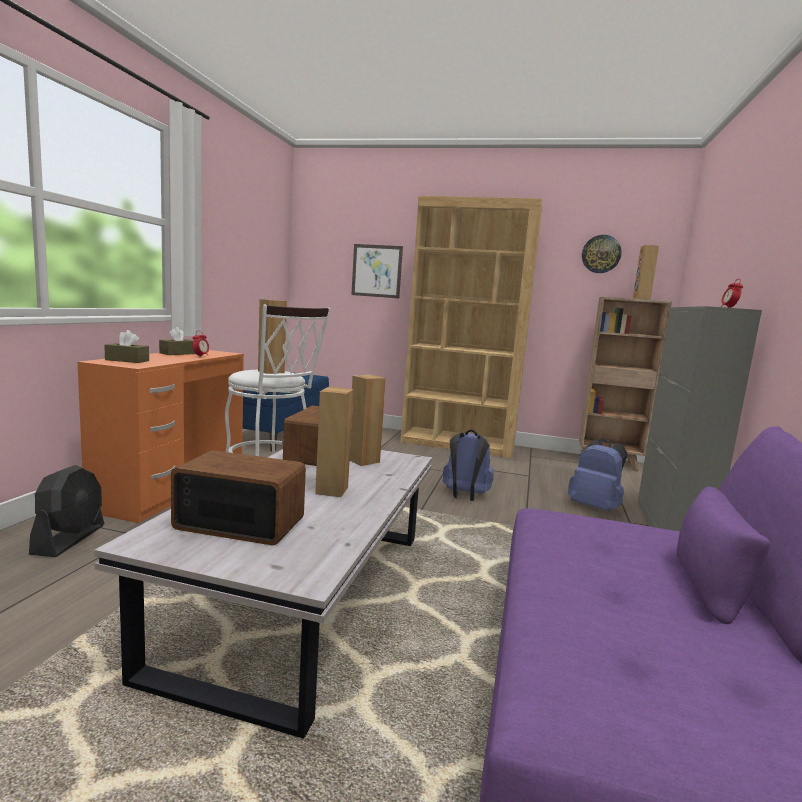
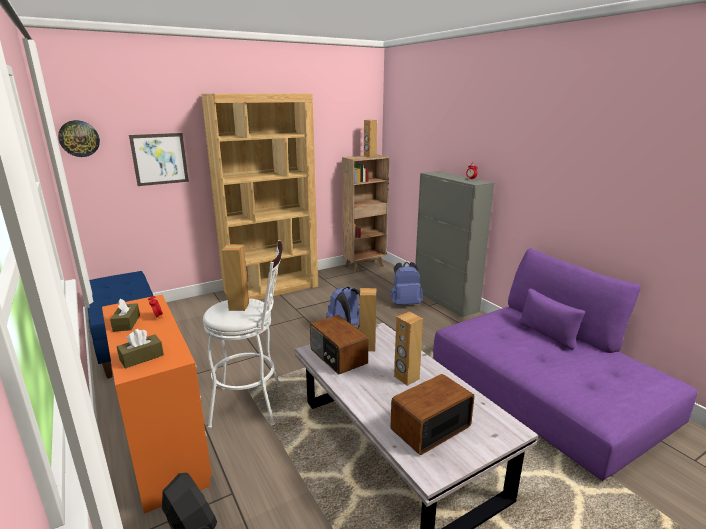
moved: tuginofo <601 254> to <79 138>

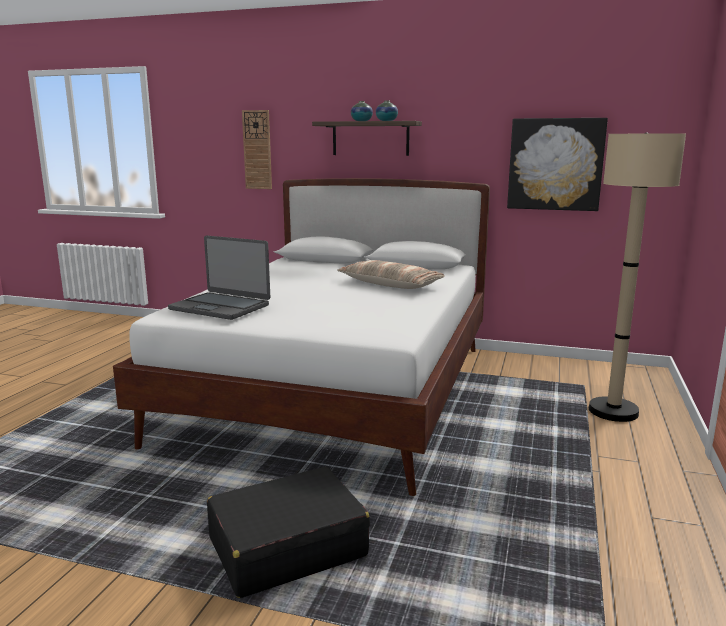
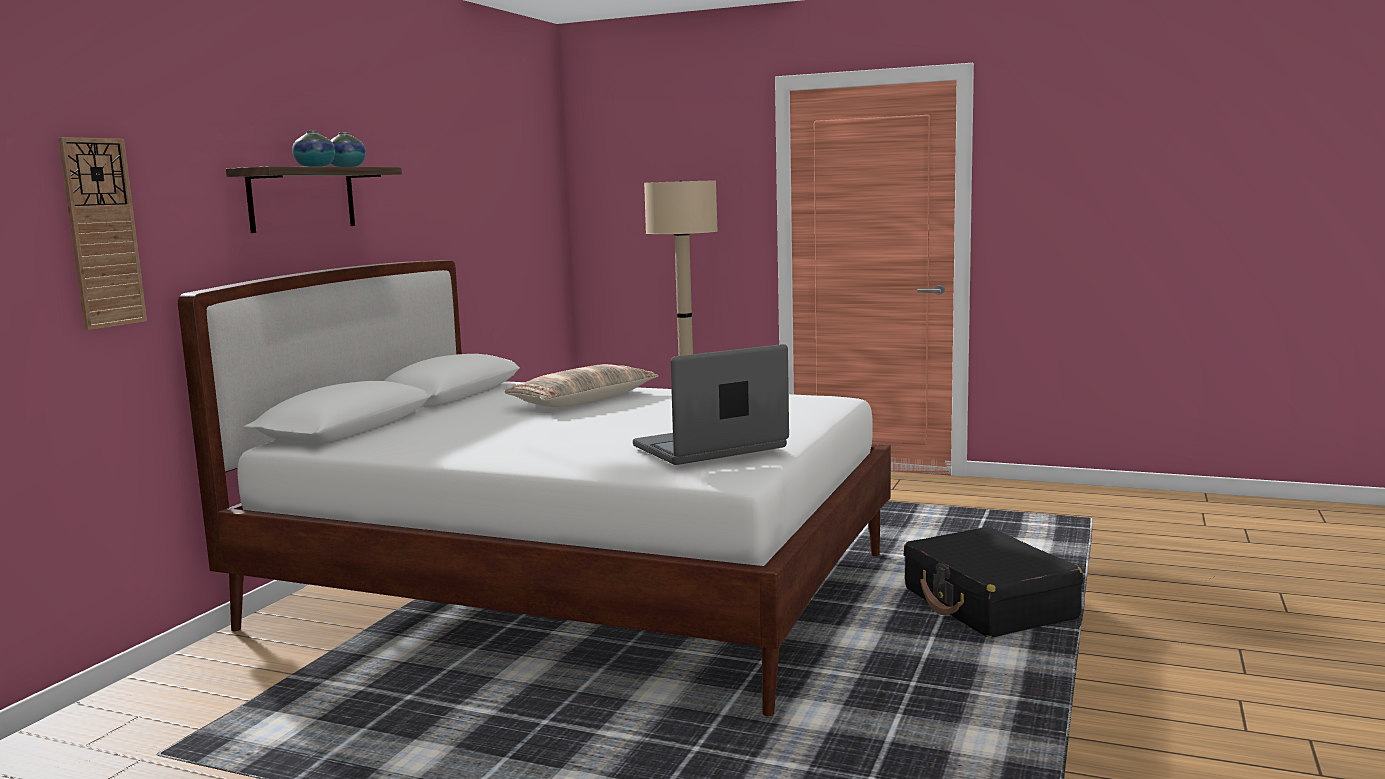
removed: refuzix <555 164>
turned: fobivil <220 307> = <711 447> 150 degrees counterclockwise

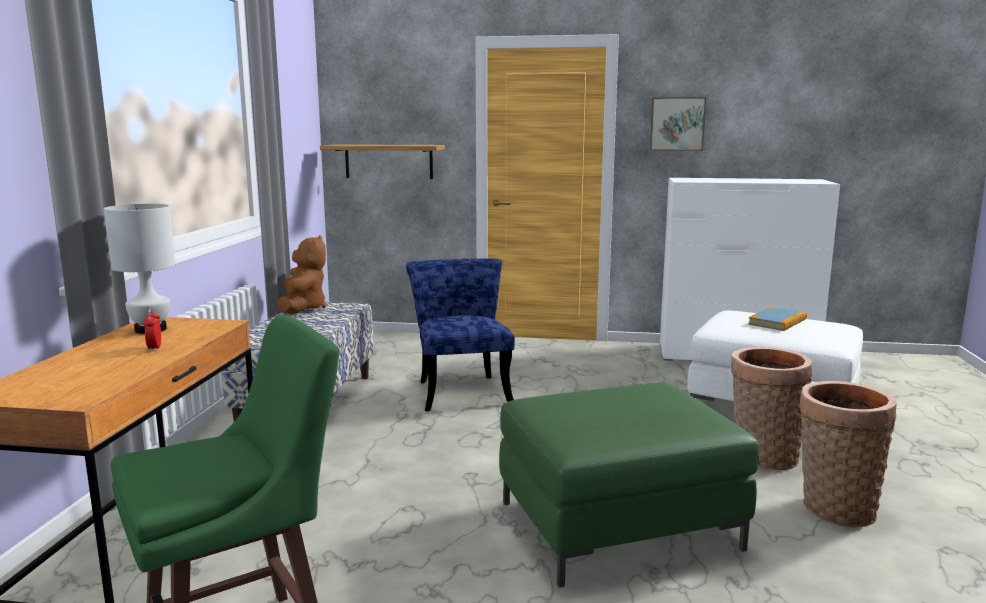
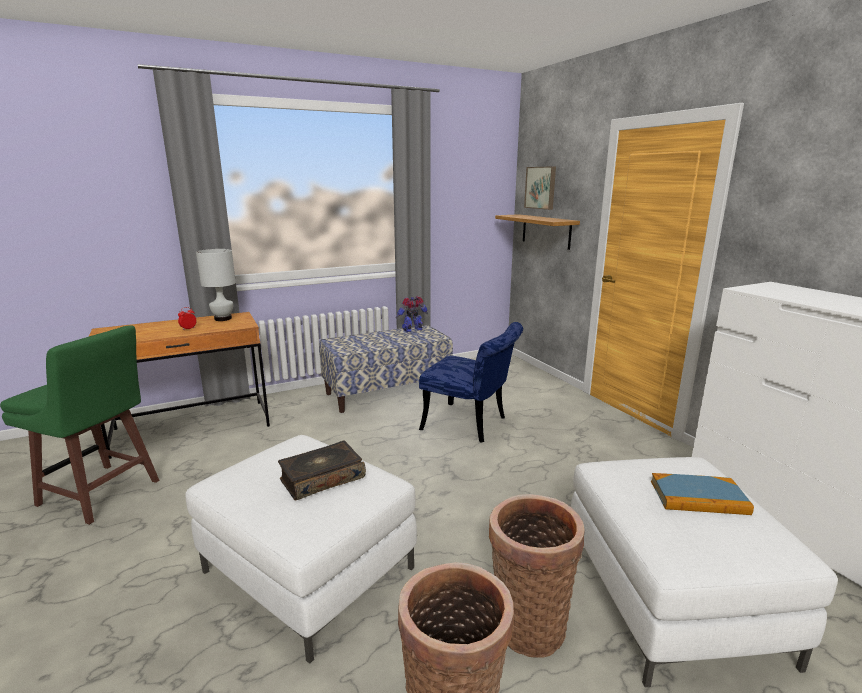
added: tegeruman <322 478>
moved: refuzix <677 124> to <541 187>
replaced: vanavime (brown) <302 308> to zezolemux <413 330>
recoloured: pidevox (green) <618 525> to pidevox (white) <309 569>
turned: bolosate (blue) <461 390> = <471 425> 75 degrees clockwise

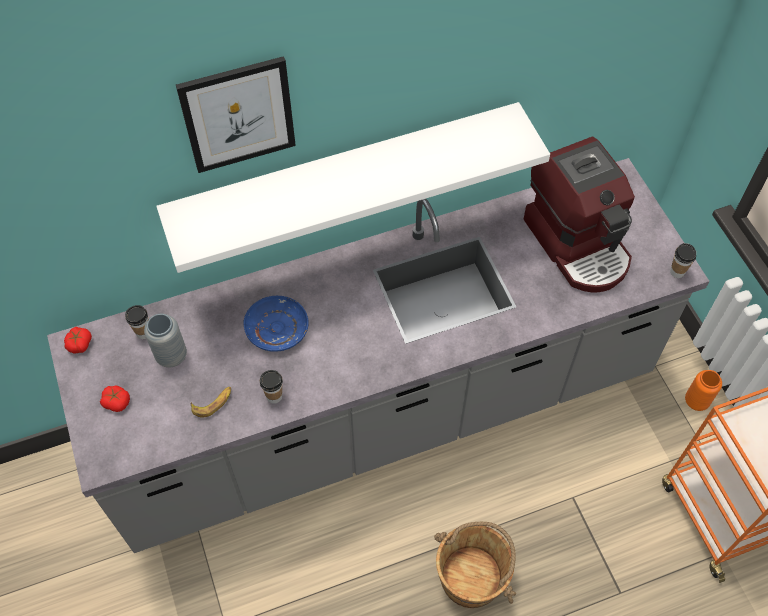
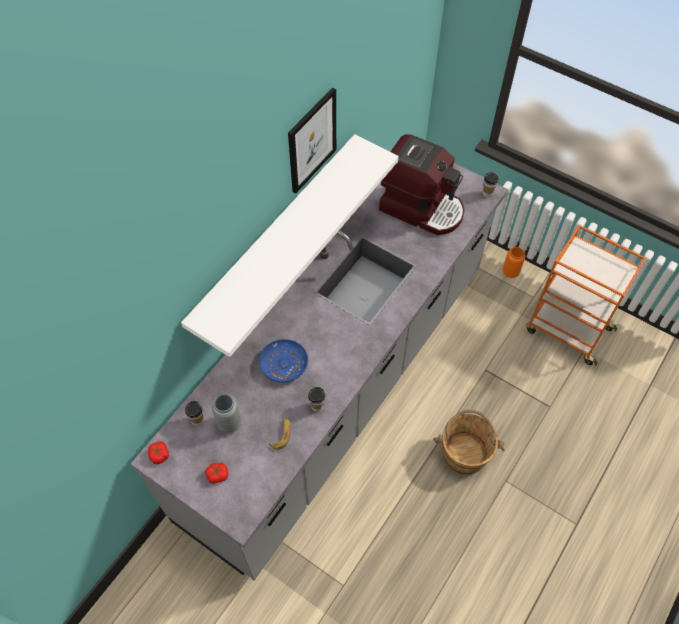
moved: refuzix <238 115> to <312 141>

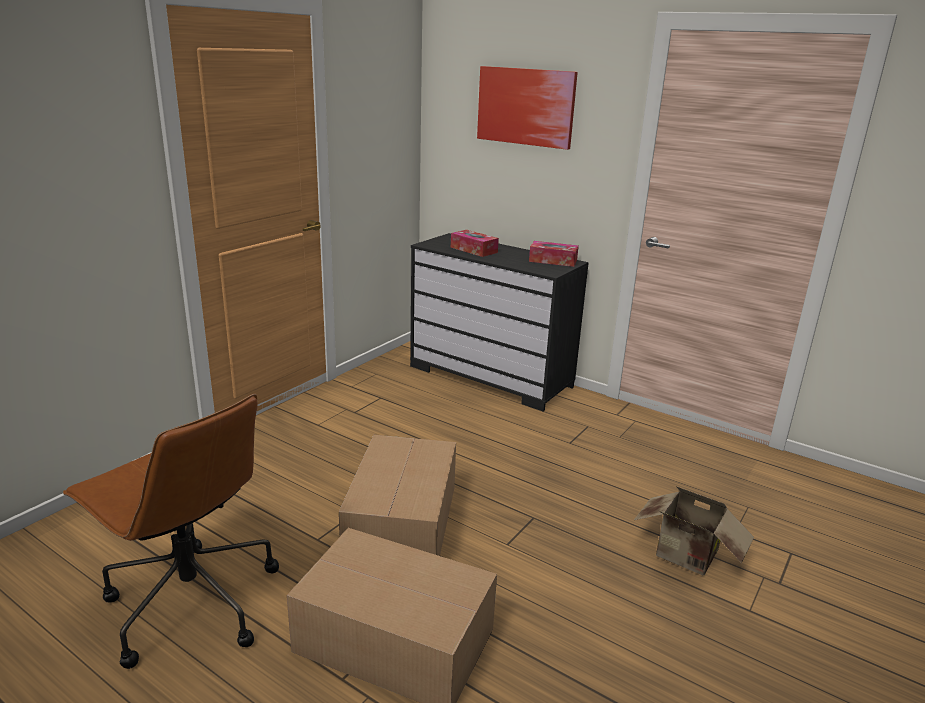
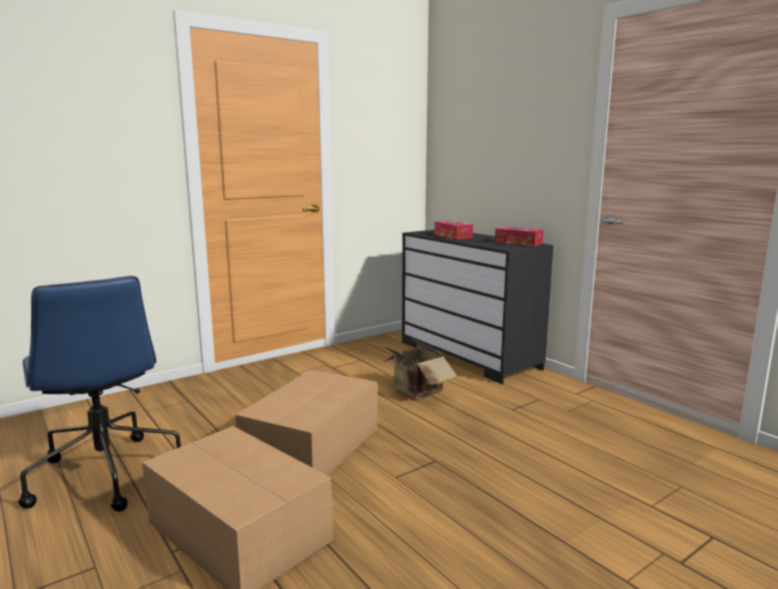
removed: refuzix <525 106>
moved: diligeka <687 558> to <416 392>
recoloured: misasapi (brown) <190 602> to misasapi (blue) <105 473>

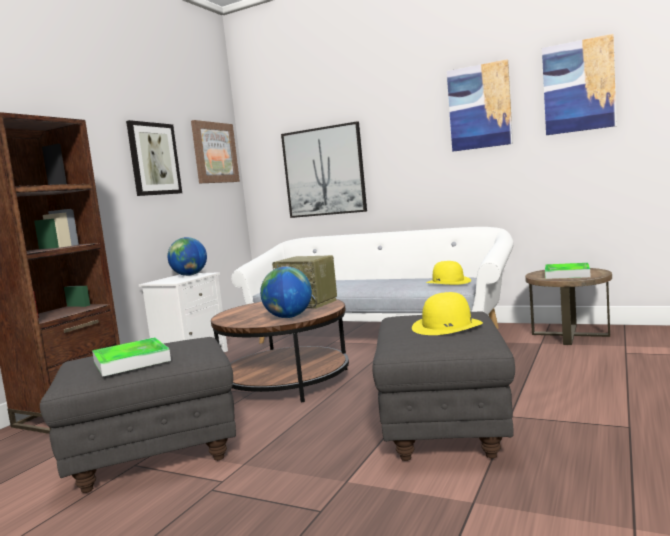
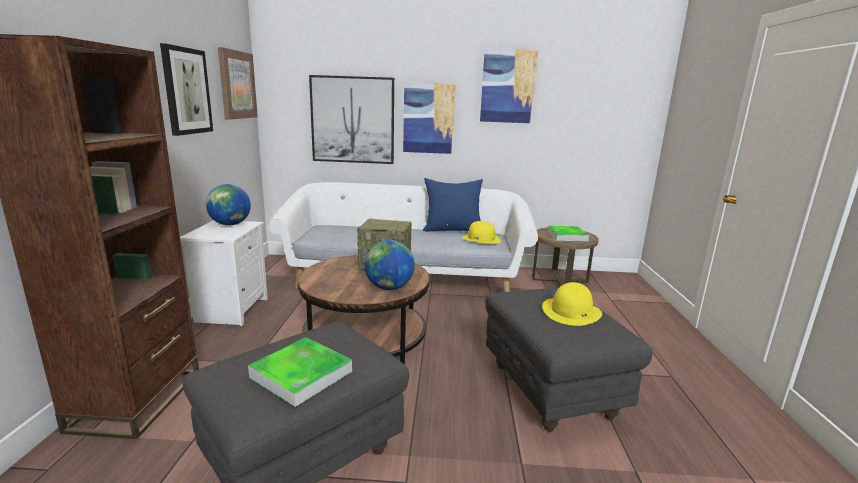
added: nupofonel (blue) <453 230>
moved: refuzix <578 86> to <428 118>

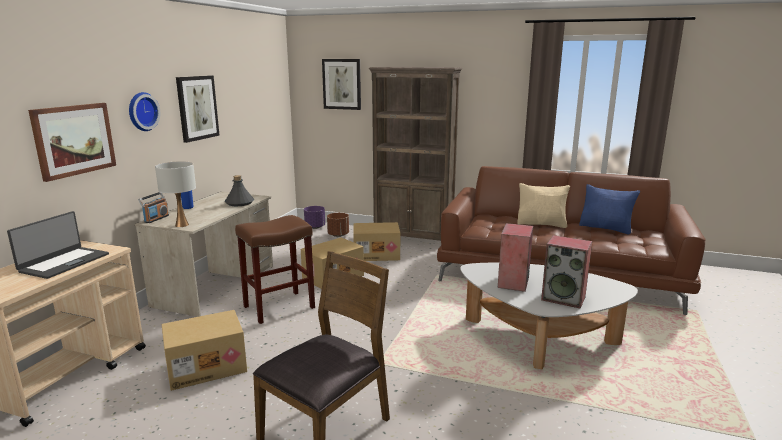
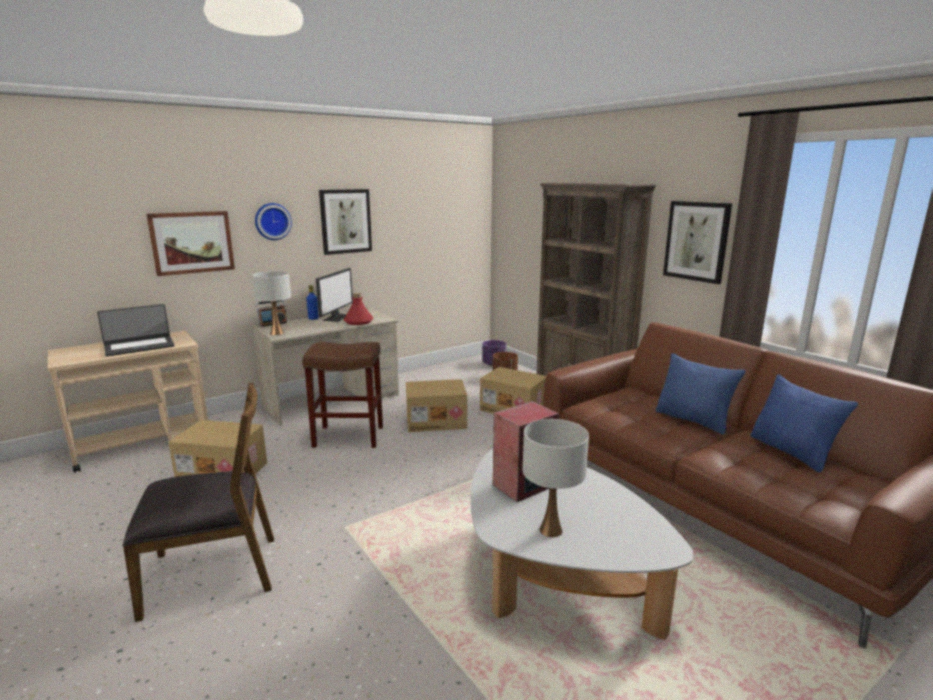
added: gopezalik <337 317>
moved: refuzix <342 84> to <696 241>
replaced: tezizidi <564 298> to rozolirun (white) <551 530>
recoloured: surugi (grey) <239 203> to surugi (red) <359 322>; nupofonel (beige) <541 224> to nupofonel (blue) <693 420>

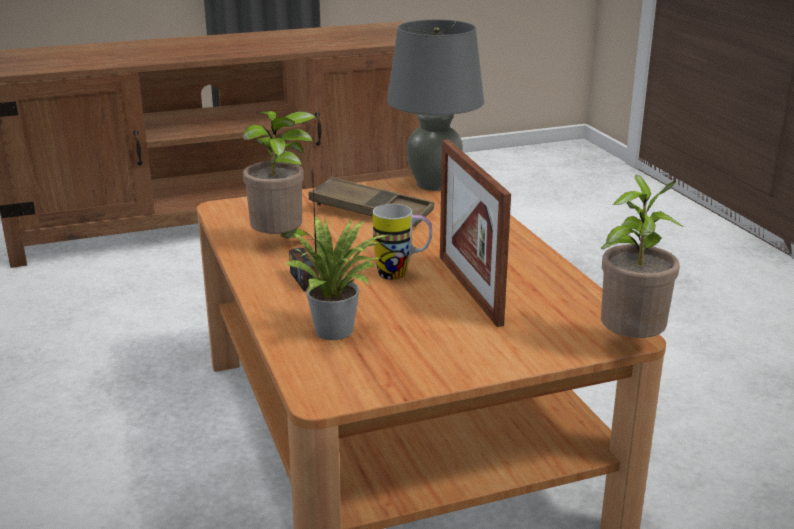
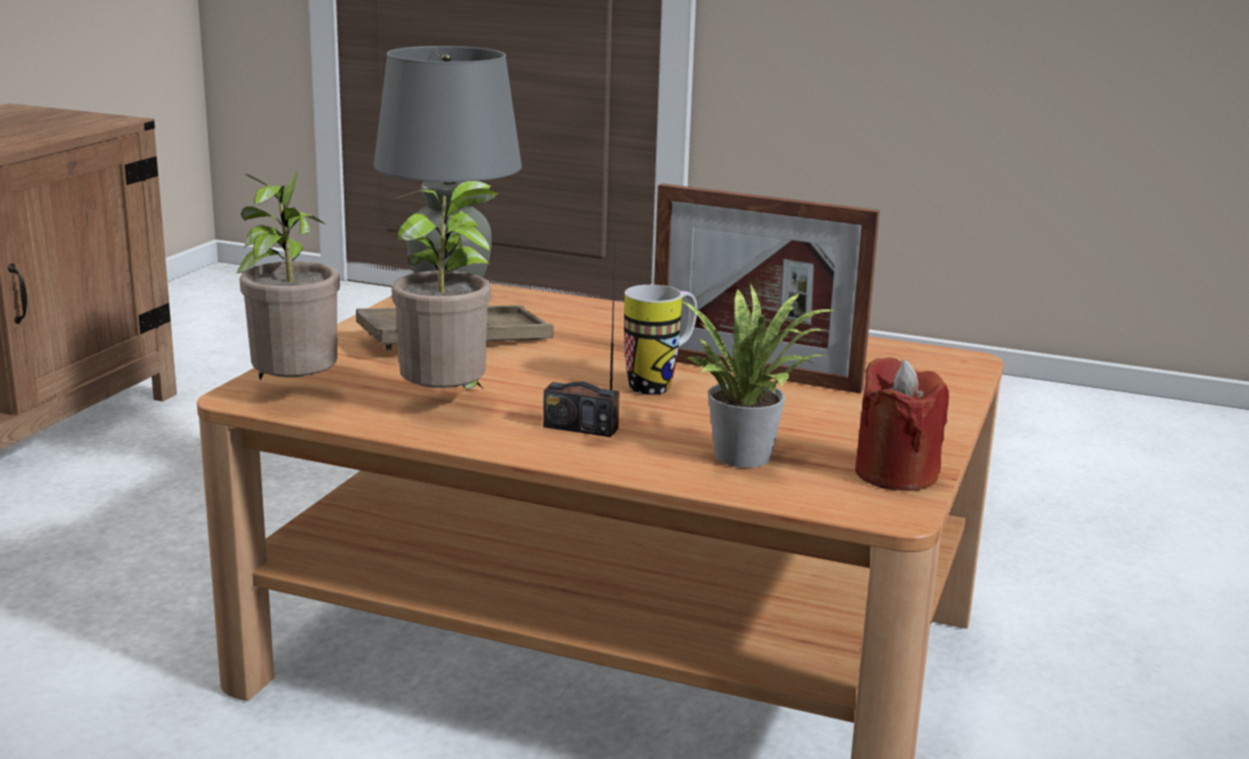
added: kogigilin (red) <896 474>
moved: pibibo <630 344> to <293 394>

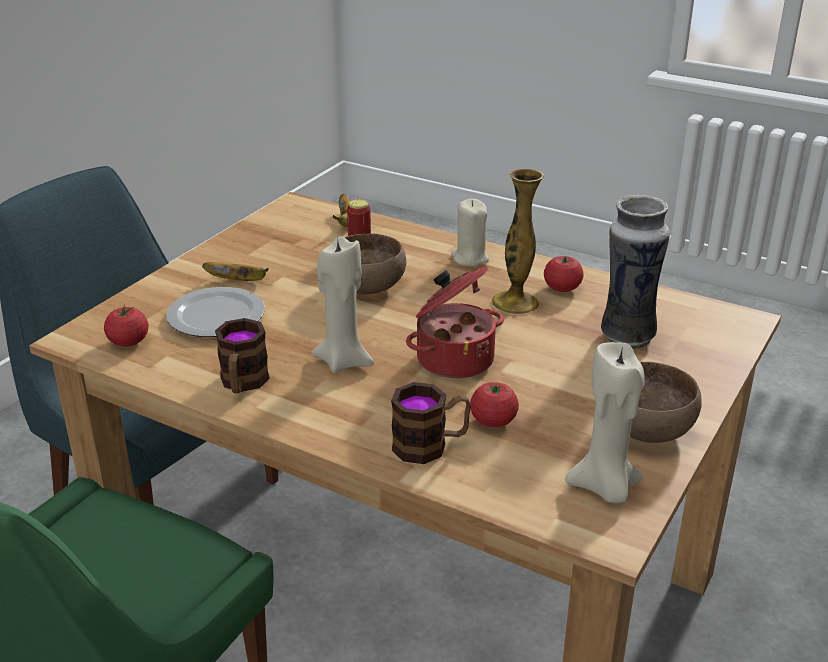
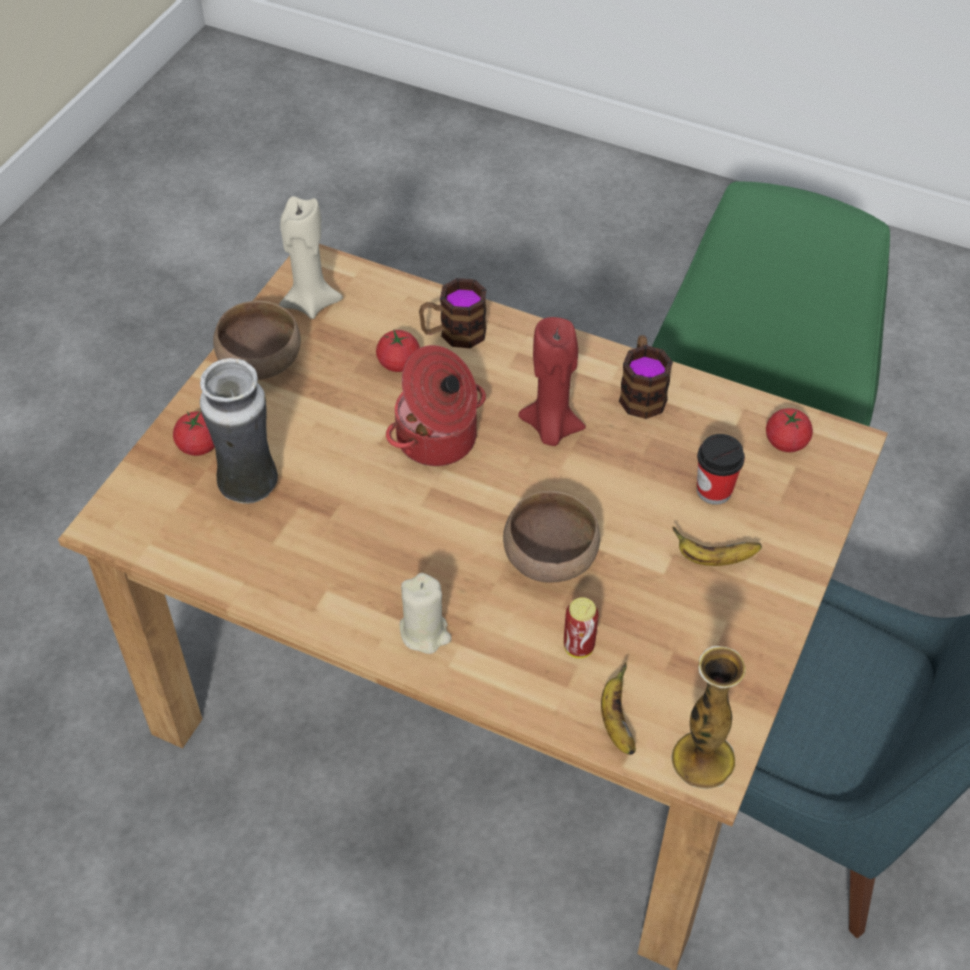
moved: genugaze <562 288> to <199 446>; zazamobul <515 303> to <703 759>
replaced: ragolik <214 316> to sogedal <714 490>
recoloured: kogigilin (beige) <343 361> to kogigilin (red) <551 429>

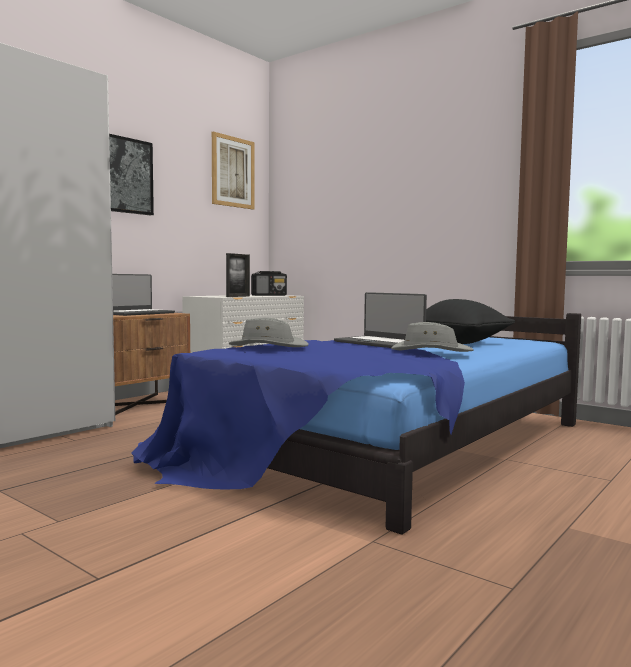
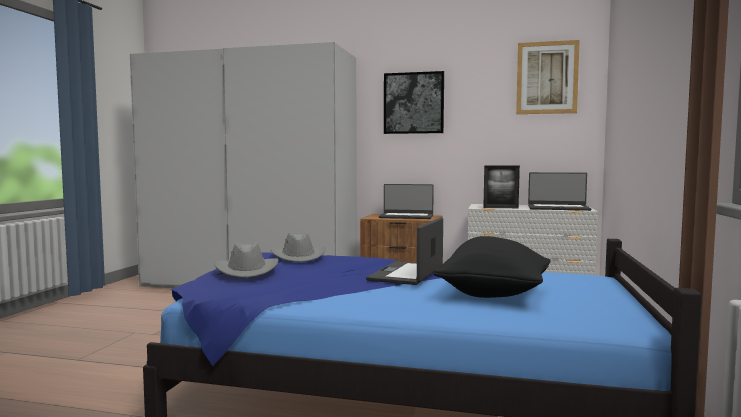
moved: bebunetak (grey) <430 351> to <247 271>
replaced: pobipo <269 295> to fobivil <558 208>

